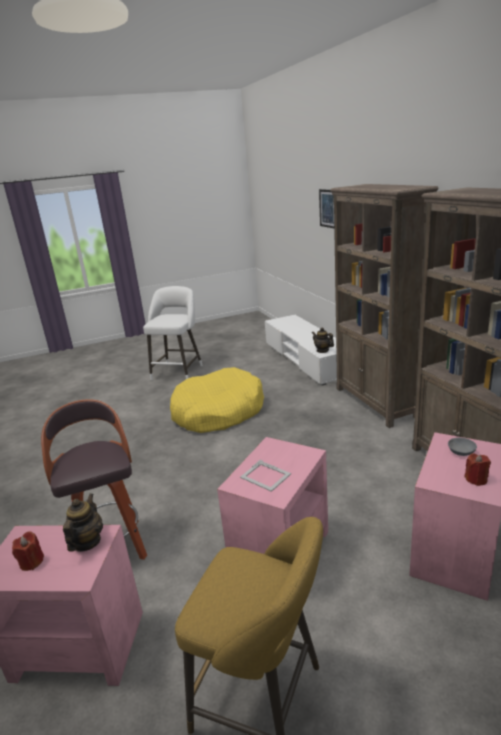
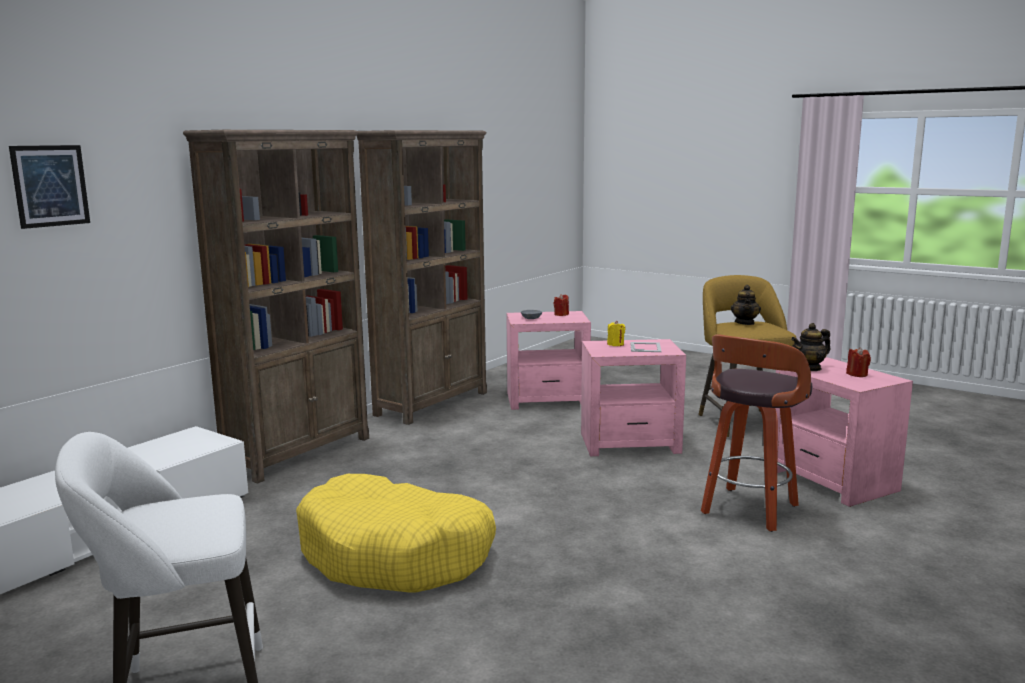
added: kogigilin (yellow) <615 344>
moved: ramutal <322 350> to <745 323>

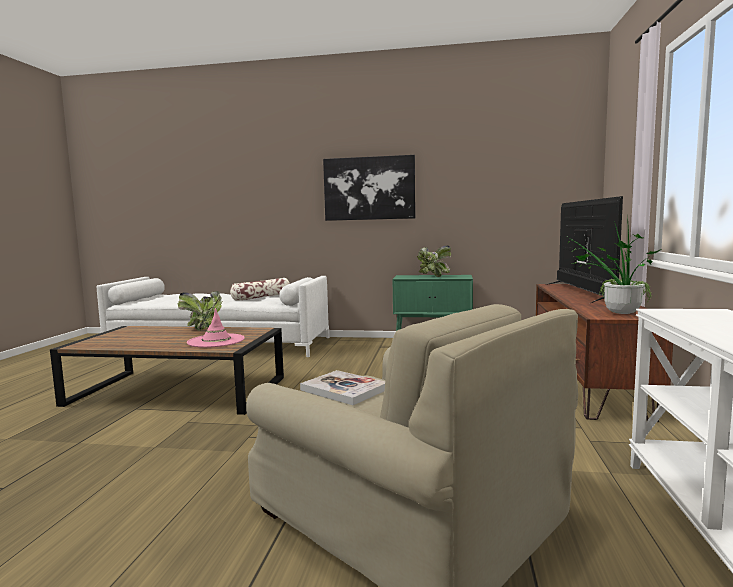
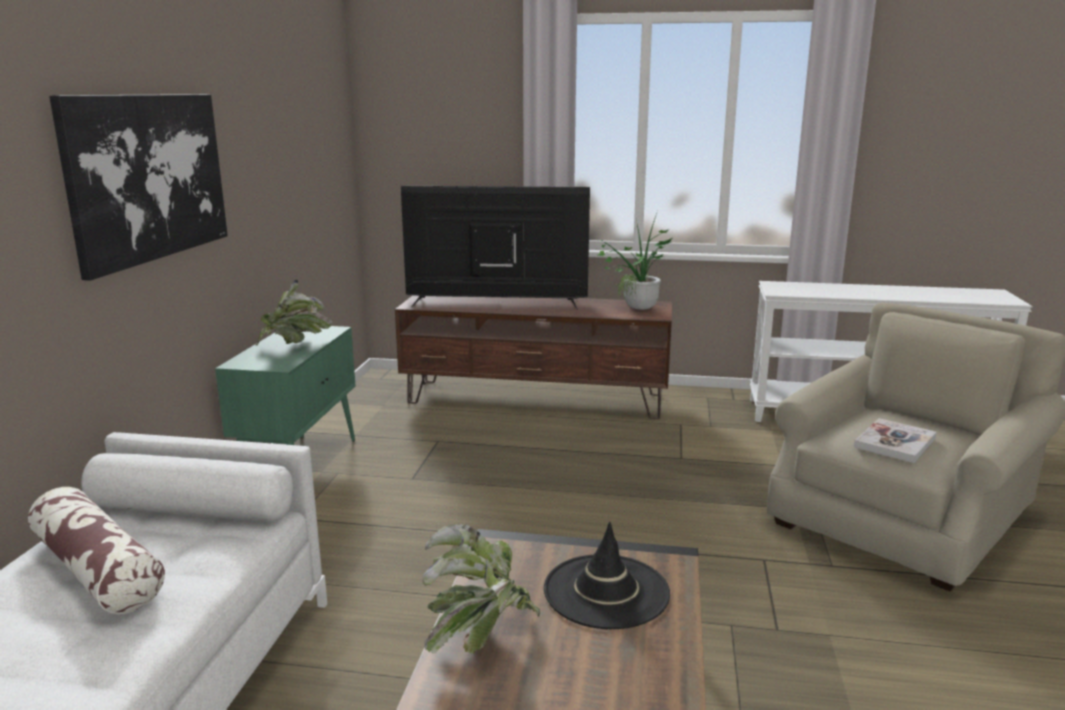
recoloured: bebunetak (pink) <216 341> to bebunetak (black) <606 591>

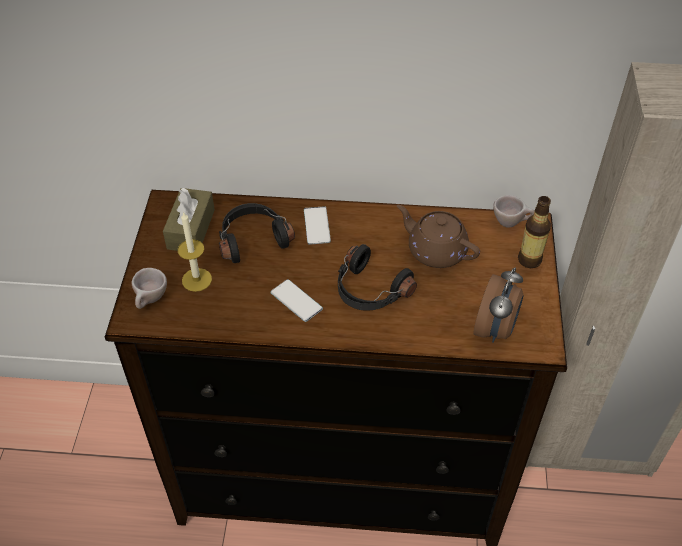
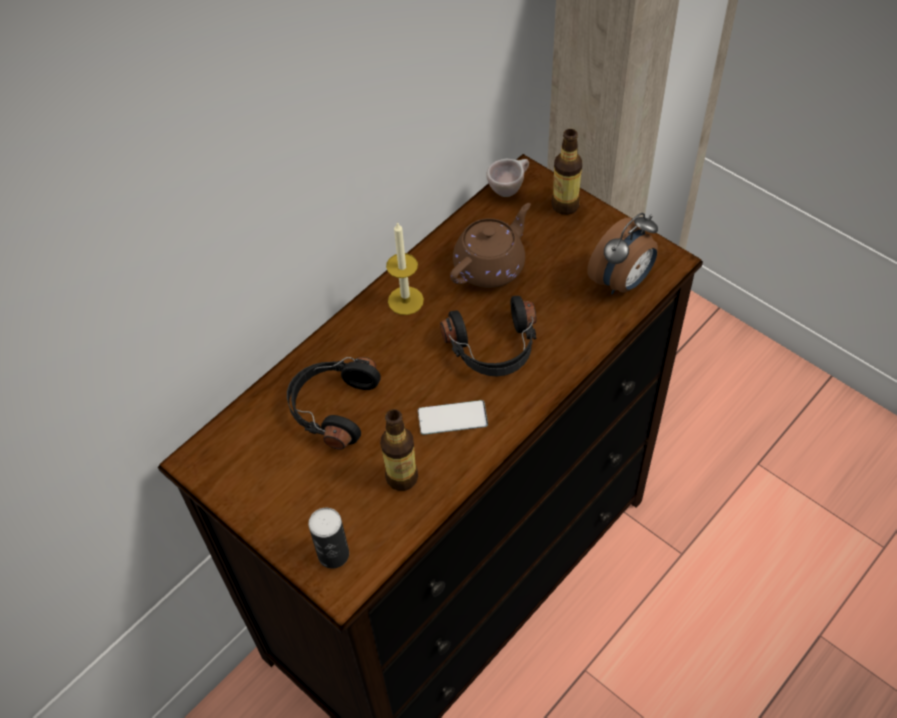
removed: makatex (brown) <191 229>; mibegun <317 225>
added: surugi <402 477>
moved: kogigilin <197 280> to <405 300>
replaced: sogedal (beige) <151 301> to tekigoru <333 554>
turned: ramutal (brown) <435 250> = <490 266> 150 degrees clockwise; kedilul <495 329> = <622 282> 75 degrees clockwise

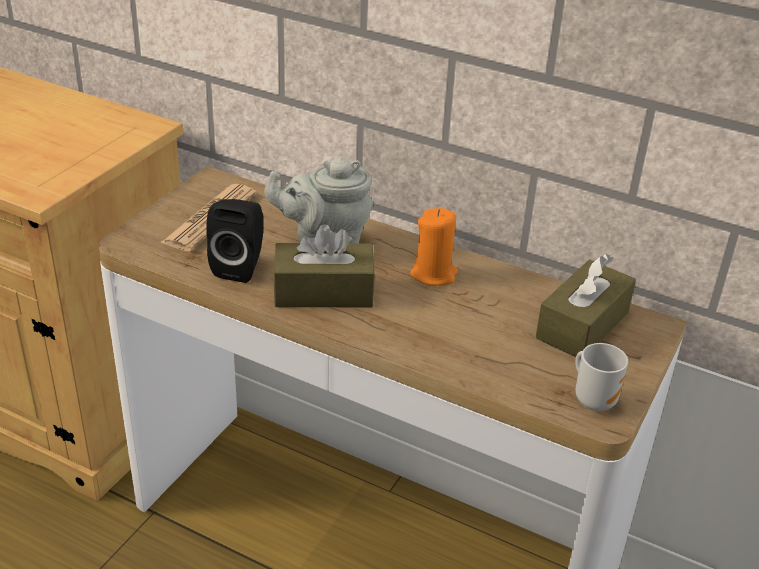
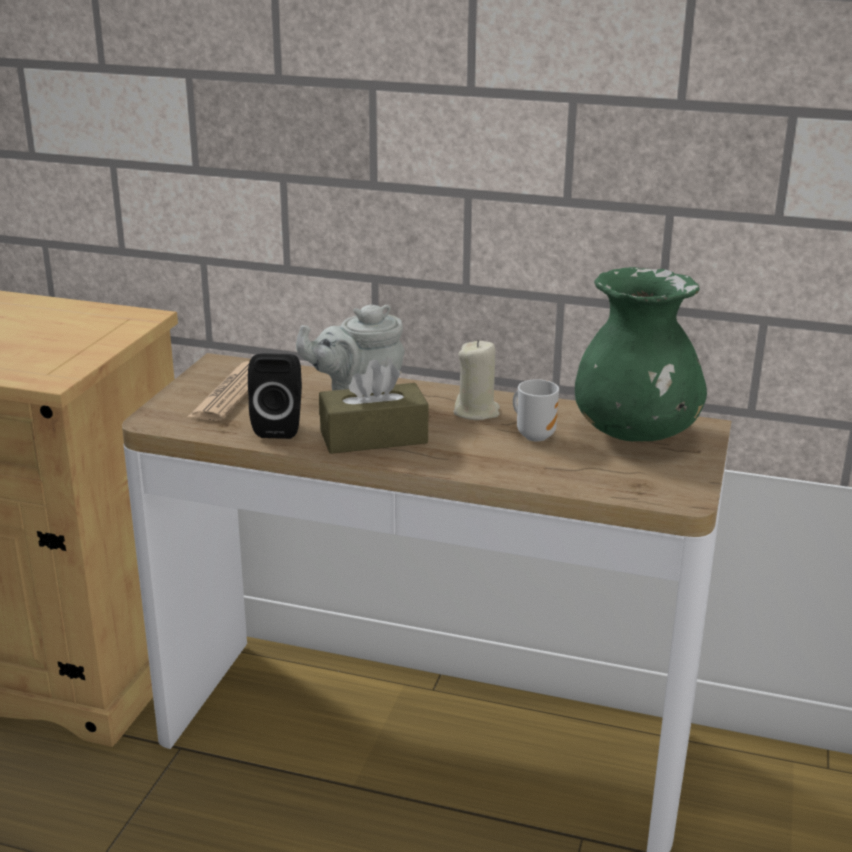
moved: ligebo <594 400> to <534 435>
replaced: makatex (brown) <582 325> to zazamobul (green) <636 434>
recoloured: kogigilin (orange) <434 274> to kogigilin (beige) <476 412>

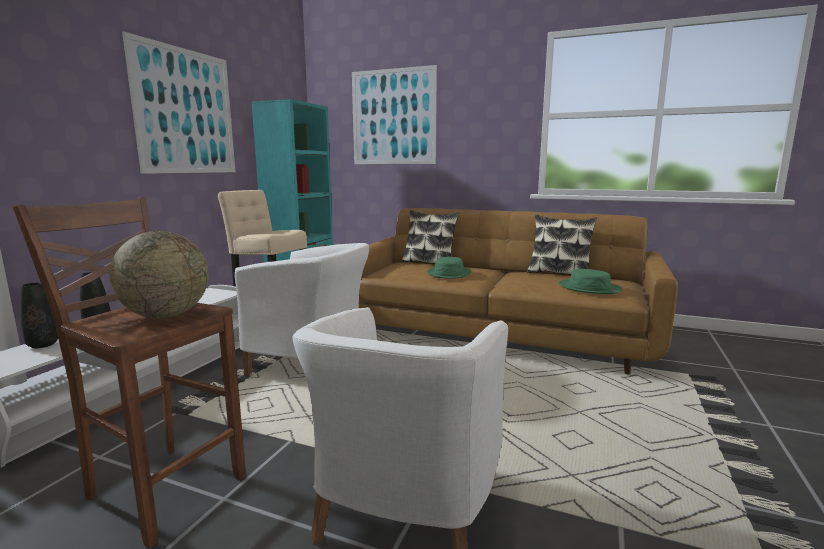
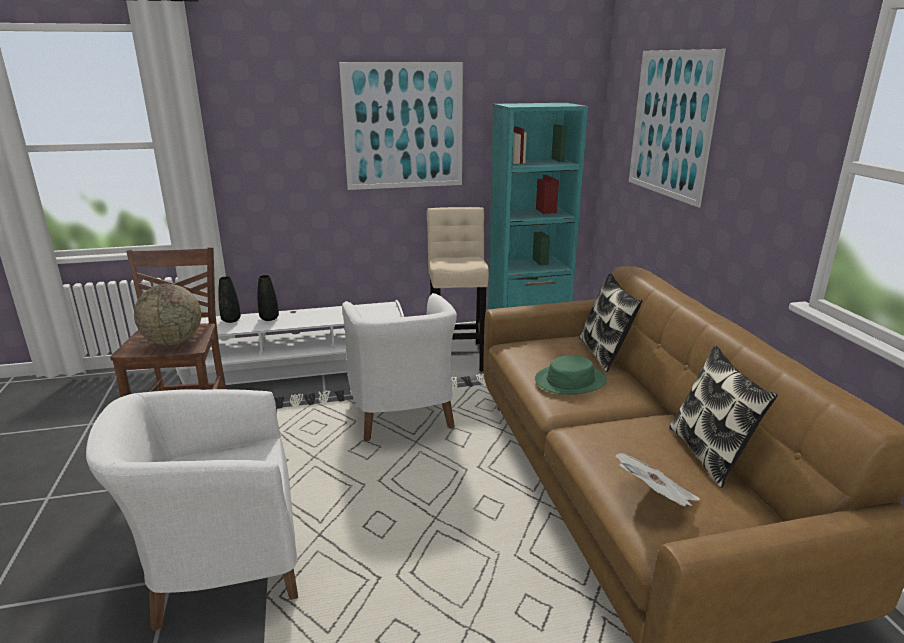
replaced: bebunetak (green) <589 288> to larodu <655 499>

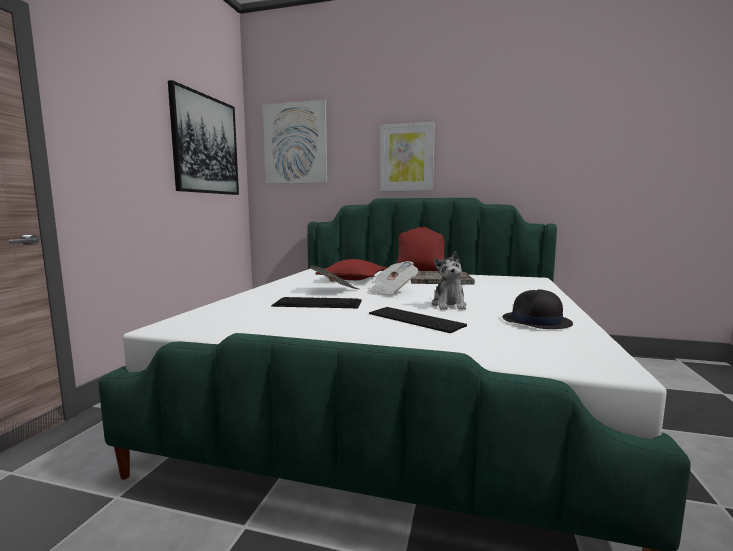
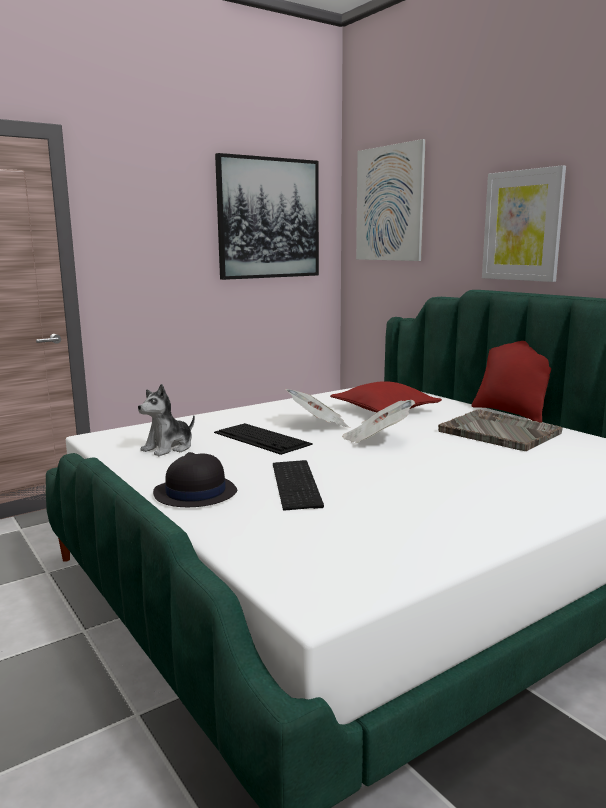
moved: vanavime <449 305> to <169 448>; bebunetak (black) <536 321> to <195 493>

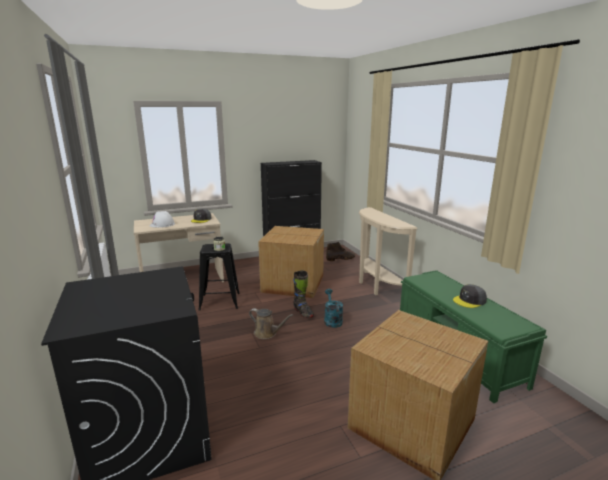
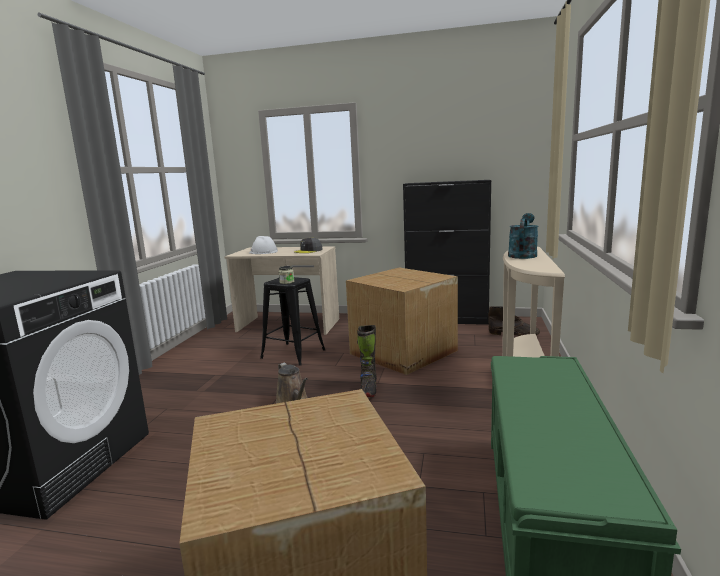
removed: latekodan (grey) <469 300>
moved: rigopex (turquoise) <332 320> to <522 254>

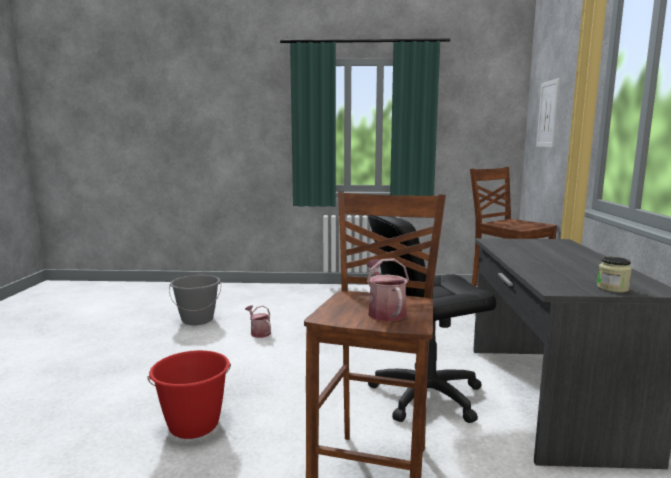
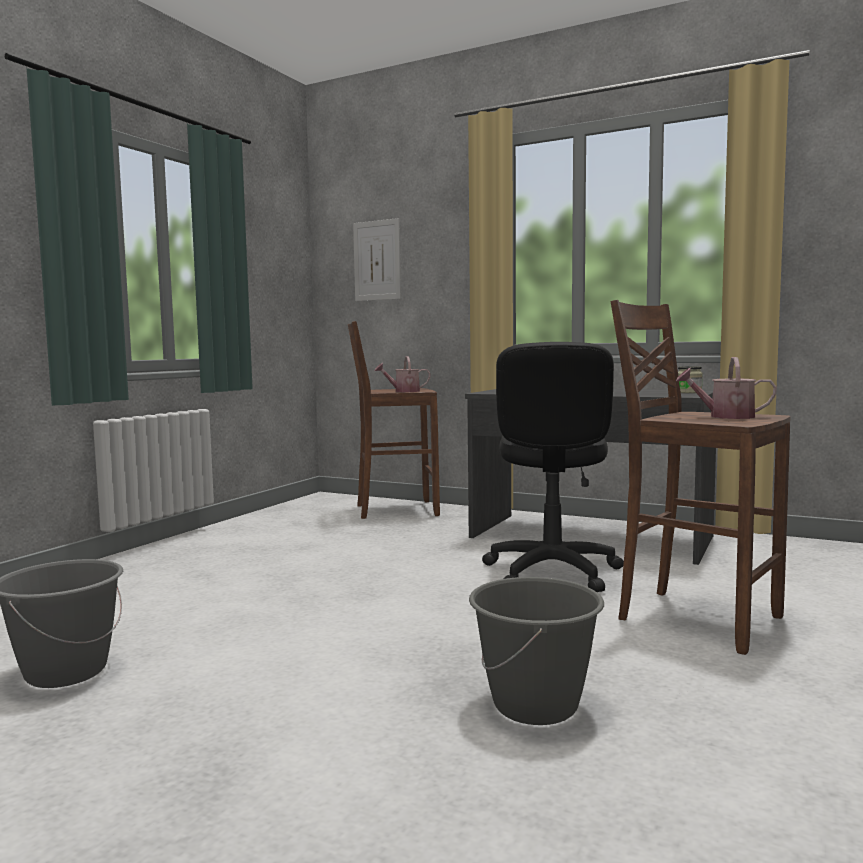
moved: rigopex <259 332> to <403 391>
recoloured: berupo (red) <194 425> to berupo (grey) <536 705>

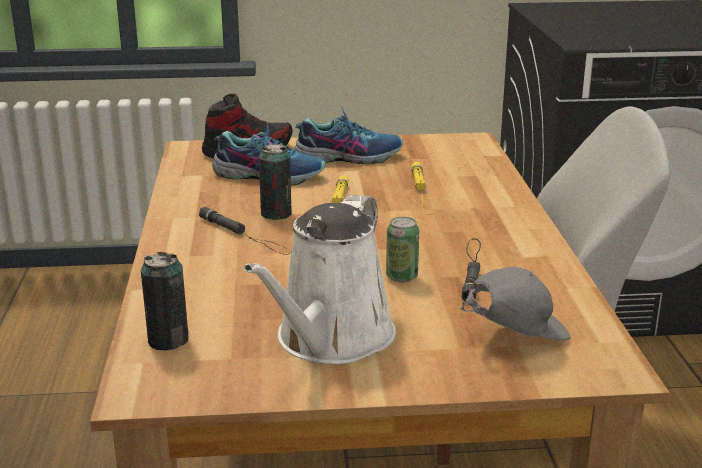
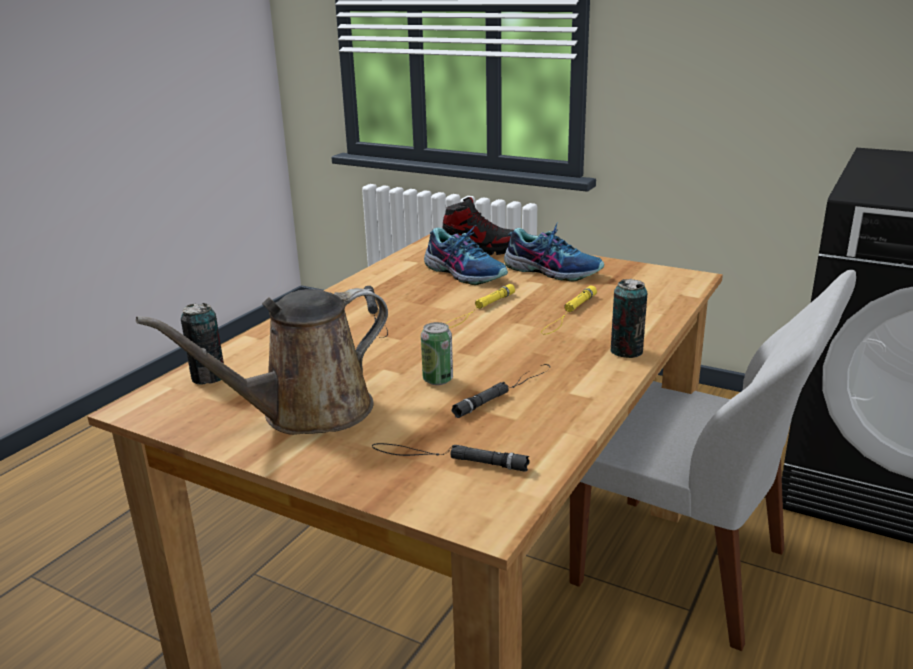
moved: tekigoru <276 214> to <626 351>
replaced: latekodan (grey) <513 336> to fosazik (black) <447 458>
recoloured: rigopex (white) <330 340> to rigopex (brown) <307 413>

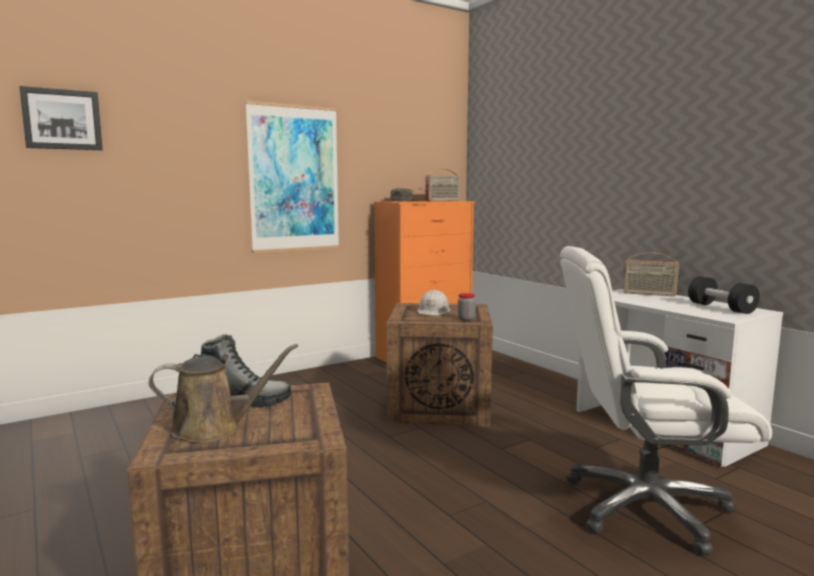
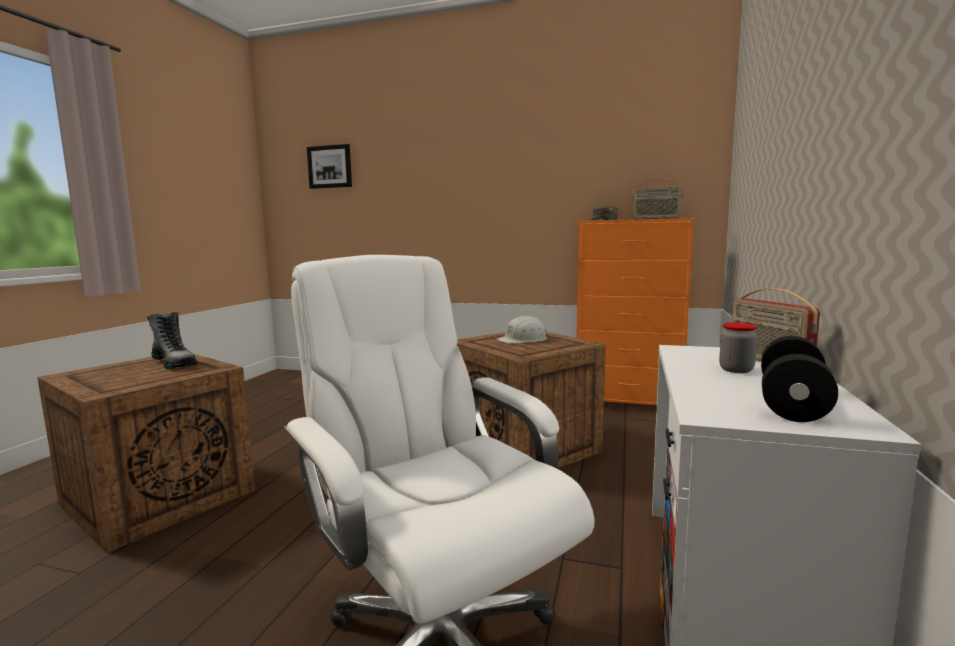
removed: rigopex (brown) <214 428>; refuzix <294 179>
moved: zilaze <466 319> to <736 370>

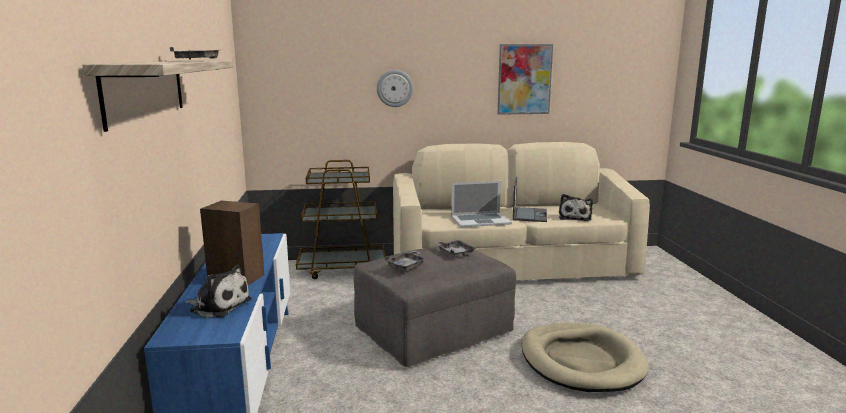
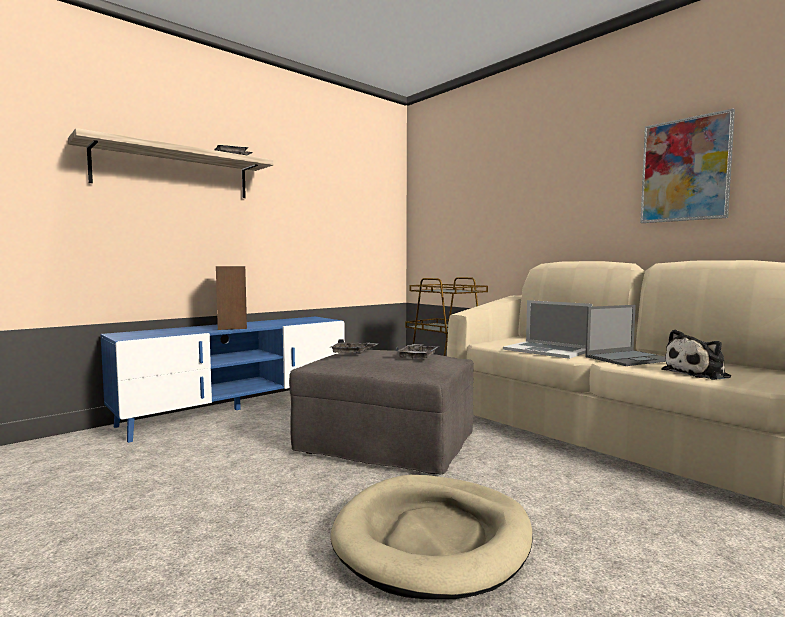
removed: vanavime <218 305>; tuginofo <394 88>

